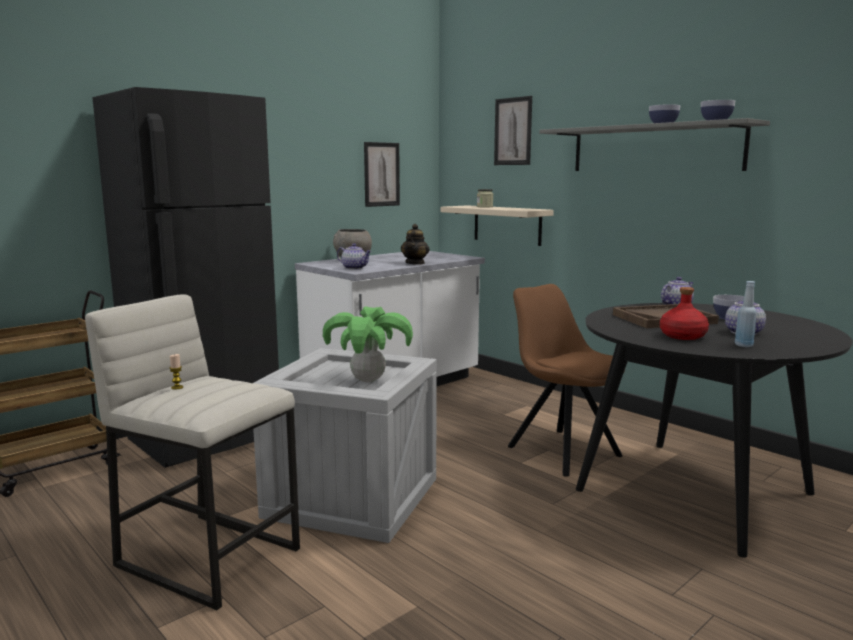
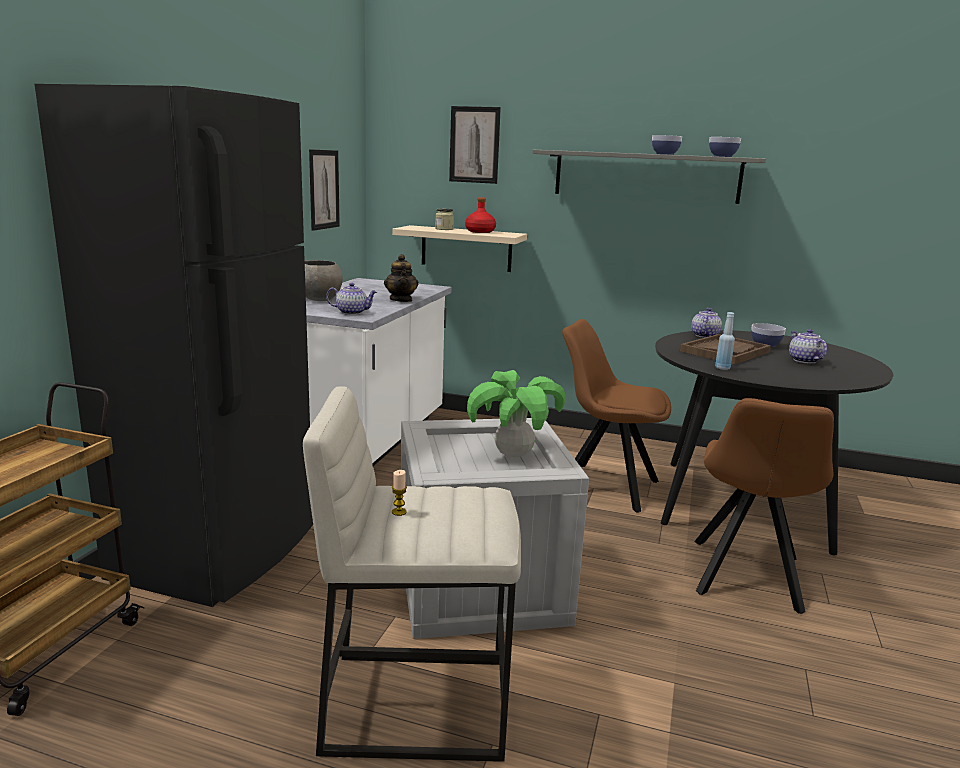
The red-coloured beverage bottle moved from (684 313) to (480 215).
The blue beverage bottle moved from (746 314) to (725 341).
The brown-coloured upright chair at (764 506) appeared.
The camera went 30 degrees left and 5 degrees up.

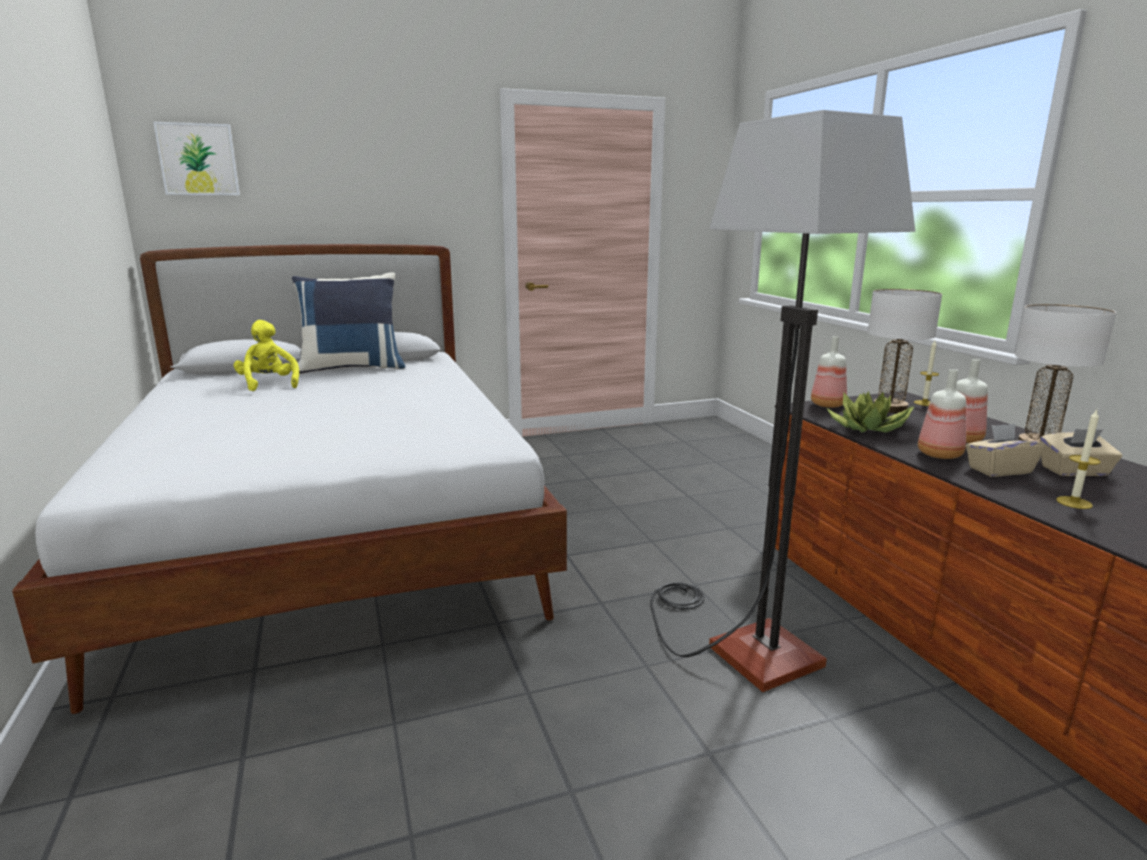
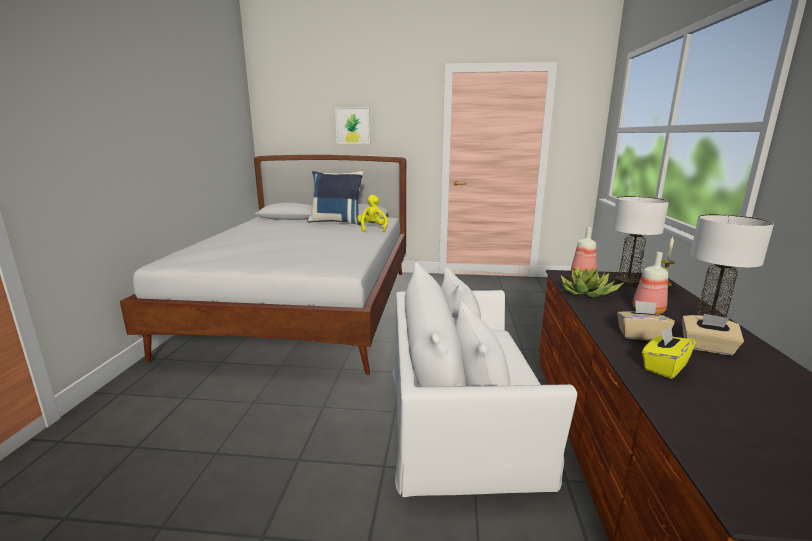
The wall art moved from (196 158) to (352 125).
The yellow cuddly toy moved from (266 355) to (372 213).
The floor lamp at (782 401) was replaced by the white-coloured easy chair at (485 379).
The beverage bottle at (942 414) disappeared.
The wax candle at (1078 459) was replaced by the yellow box of tissues at (669 352).
The camera went 25 degrees right and 0 degrees up.

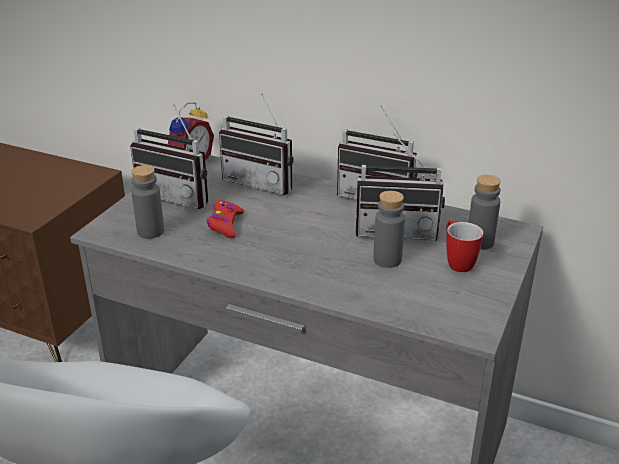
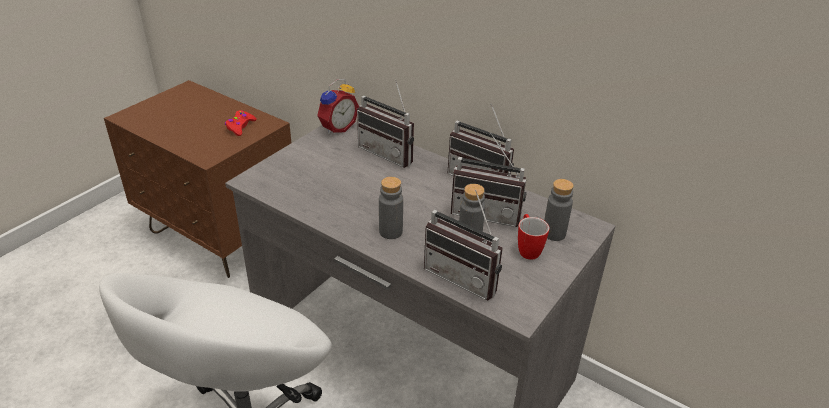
The radio receiver moved from (169 156) to (463 245).
The gray beverage bottle moved from (147 202) to (391 208).
The red-coloured joypad moved from (225 219) to (241 123).
The camera went 10 degrees right and 5 degrees up.

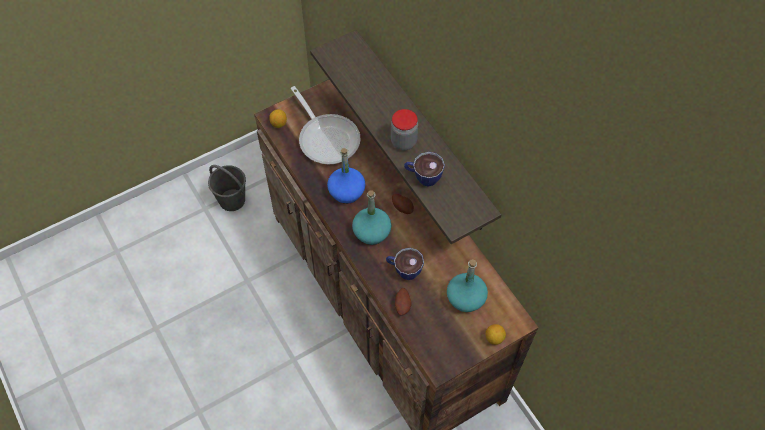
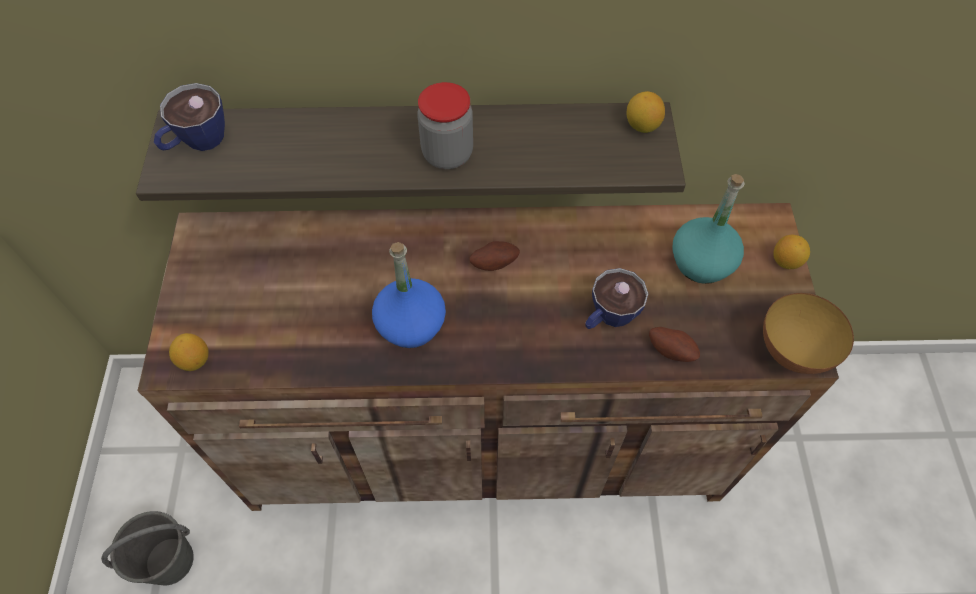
The pan at (325 125) disappeared.
The blue-green beverage bottle at (371 218) disappeared.
The small cup moved from (424 169) to (189 117).
The citrus fruit at (645 112) appeared.
The bowl at (808 333) appeared.
The camera went 60 degrees left and 0 degrees up.

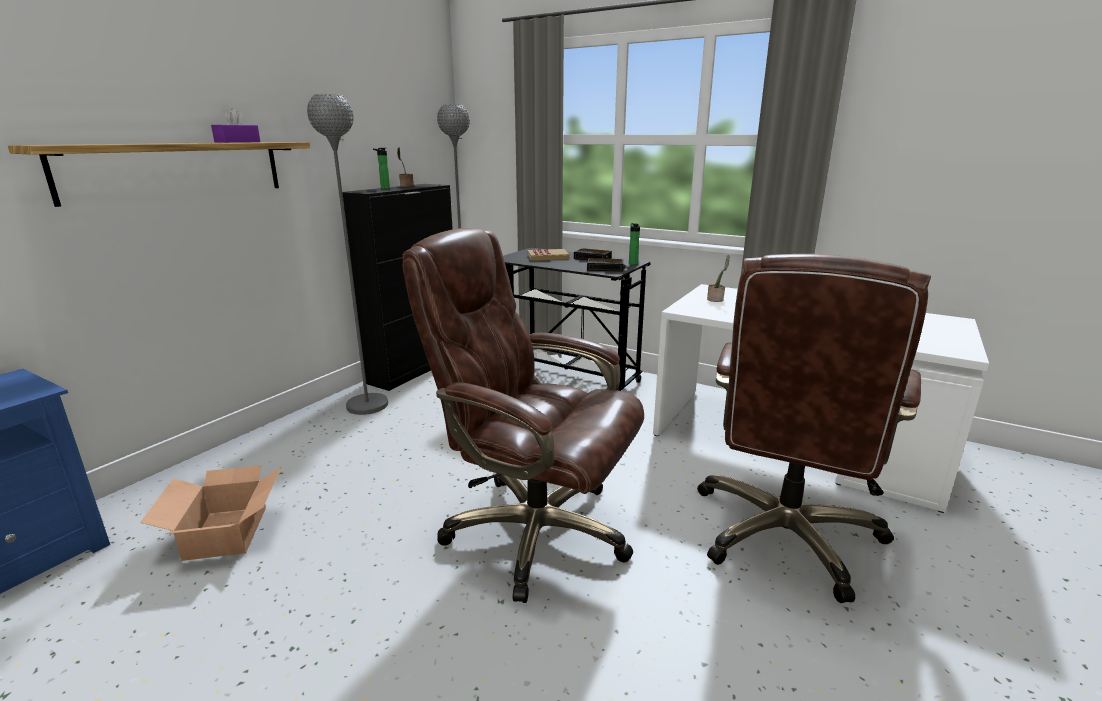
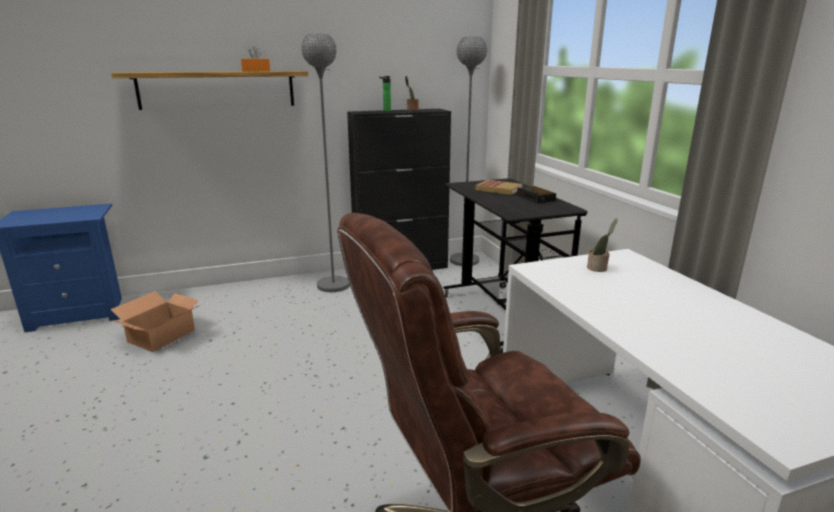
The purple box of tissues at (235 125) became the orangey box of tissues at (255 58).
The brown-coloured desk chair at (523 415) disappeared.
The table clock at (606 265) disappeared.
The beverage bottle at (634 244) disappeared.
The camera went 40 degrees right and 0 degrees up.

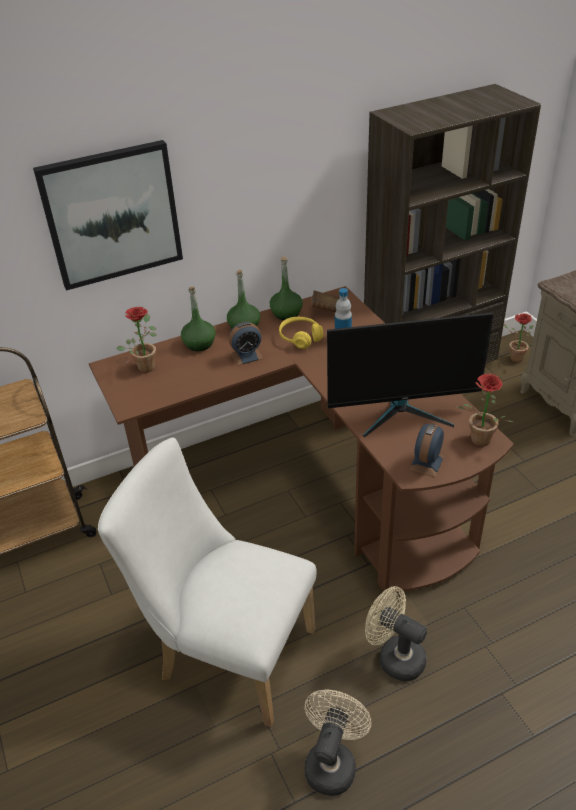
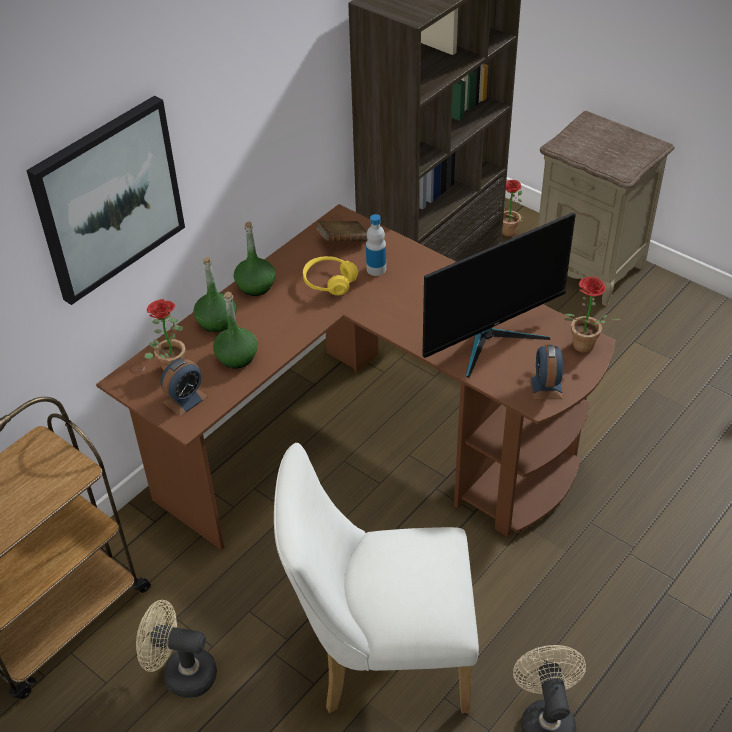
The table clock moved from (246 344) to (184 388).
The green-coloured beverage bottle moved from (286 288) to (235 330).
The beige electric fan moved from (396 633) to (176 649).
The camera went 25 degrees left and 5 degrees up.

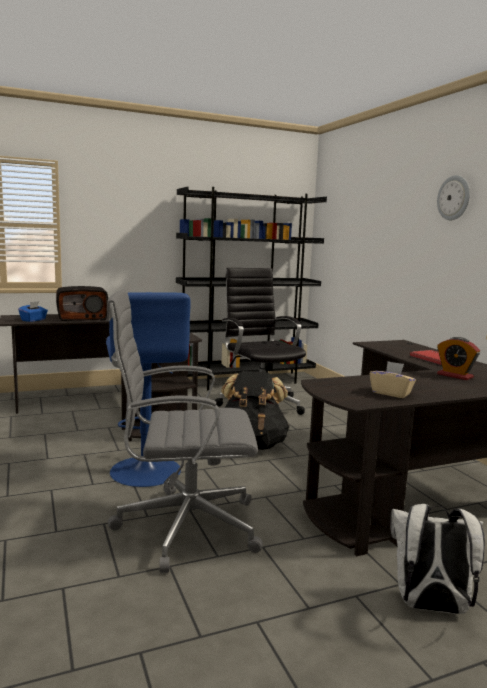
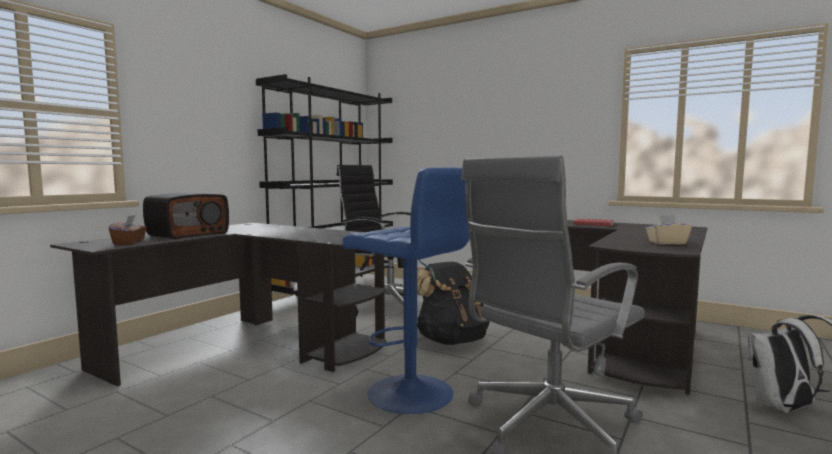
The blue box of tissues at (33 311) became the brown-coloured box of tissues at (128 230).
The wall clock at (453 197) disappeared.
The table clock at (458 358) disappeared.
The camera went 35 degrees left and 5 degrees down.

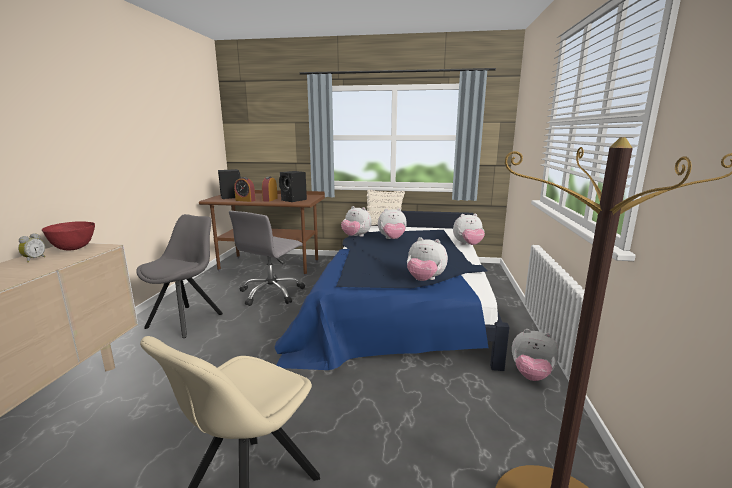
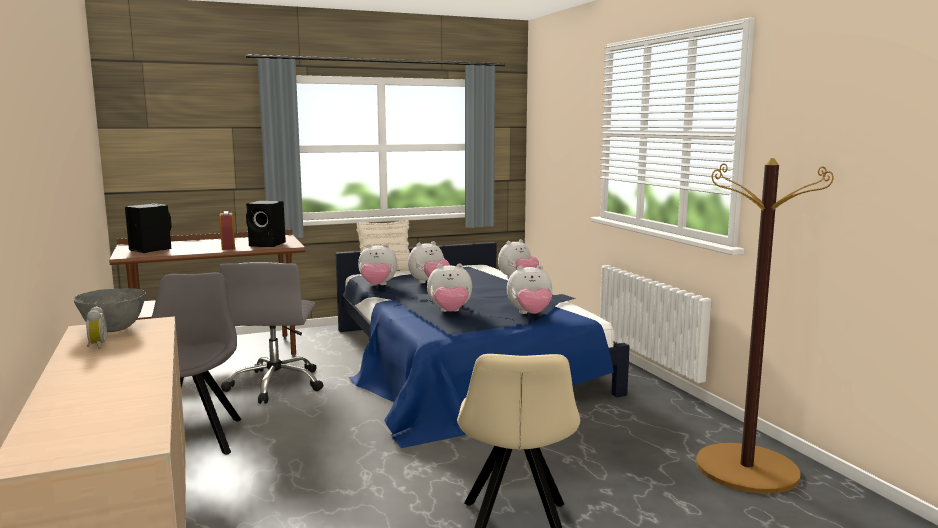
The red-coloured bowl at (68 236) became the gray bowl at (110 310).
The table clock at (245 189) disappeared.
The cuddly toy moved from (535 355) to (449 288).
The camera went 30 degrees left and 5 degrees down.

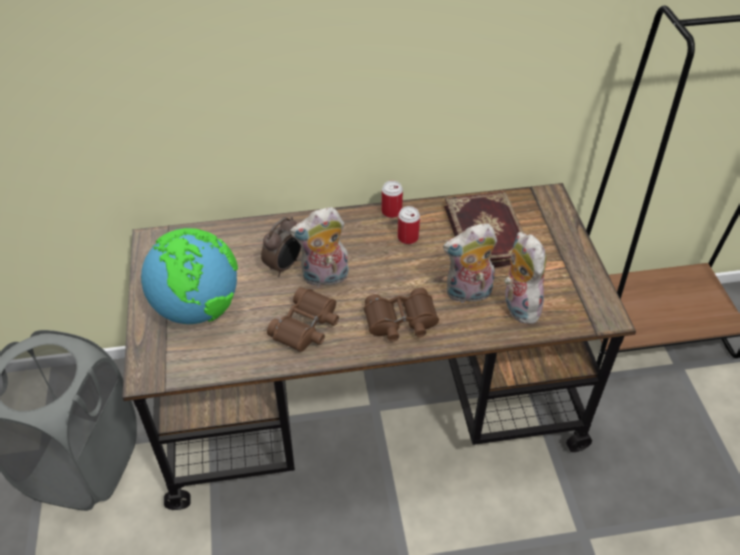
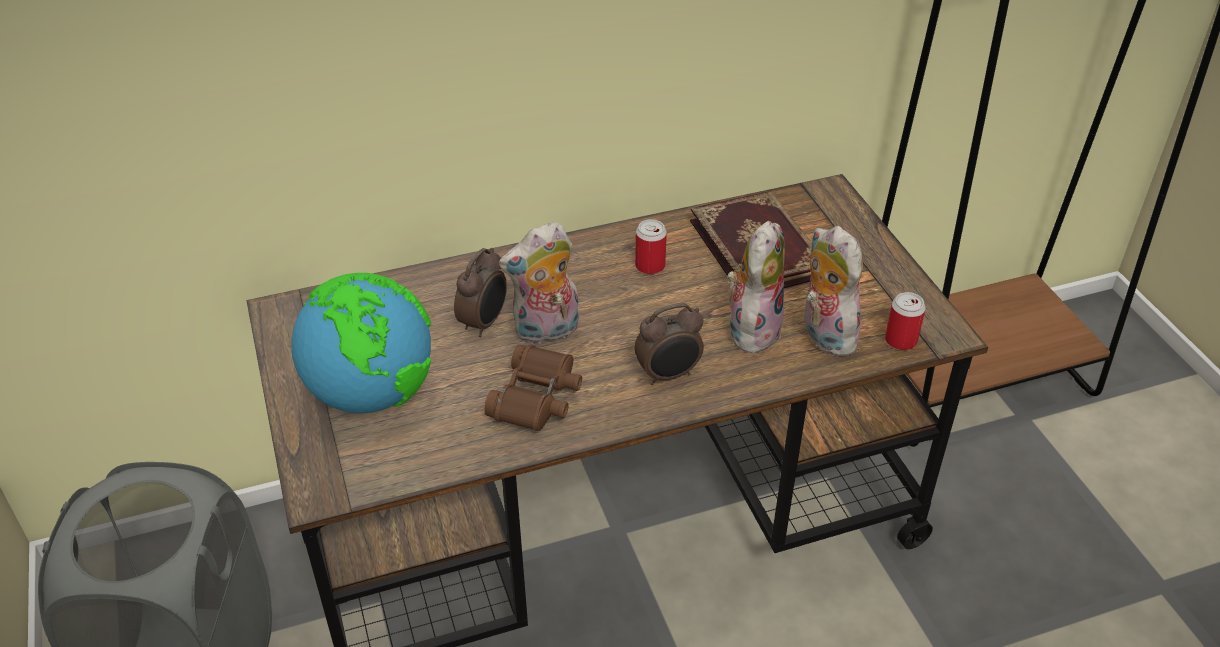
The brown-coloured binoculars at (401 315) was replaced by the table clock at (669 344).
The metal can moved from (392 199) to (905 321).
The cuddly toy at (470 263) turned 135 degrees clockwise.
The camera went 10 degrees left and 5 degrees down.

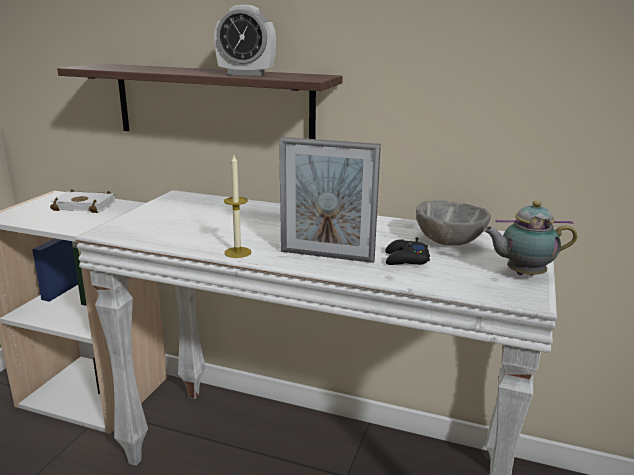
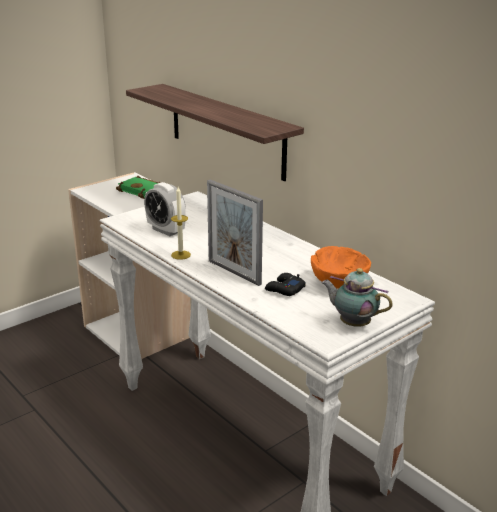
The white-coloured volume at (82 201) became the green-coloured volume at (138 187).
The table clock moved from (245 40) to (165 209).
The gray bowl at (453 223) became the orangey bowl at (341 267).
The camera went 30 degrees right and 5 degrees up.

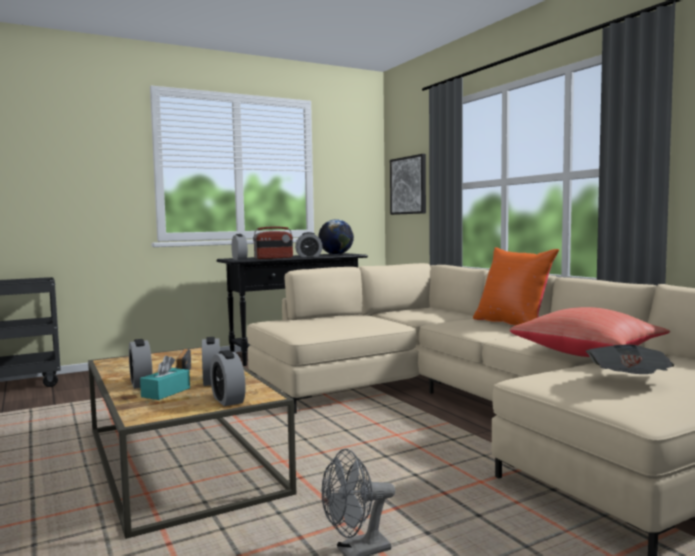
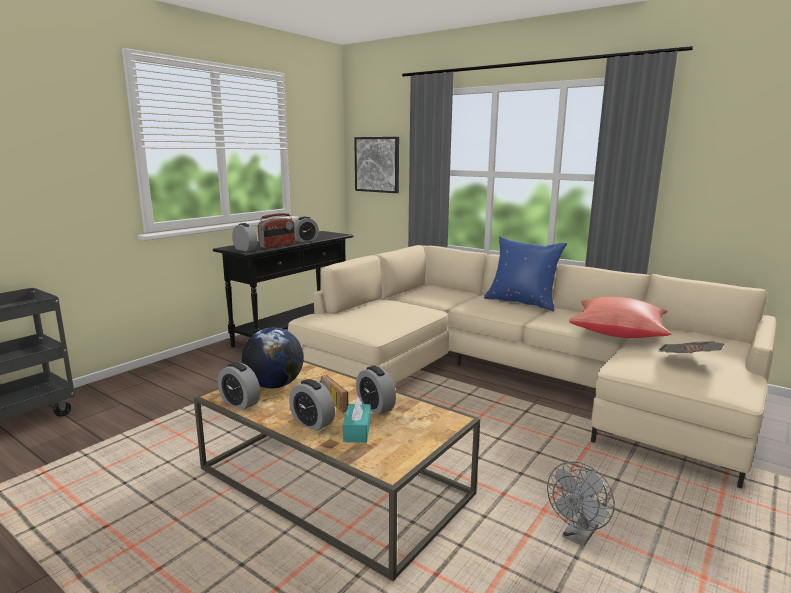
The table clock moved from (228 378) to (239 386).
The world globe moved from (336 237) to (273 358).
The orangey pillow at (516 286) became the blue pillow at (525 273).
The camera went 25 degrees left and 10 degrees up.

